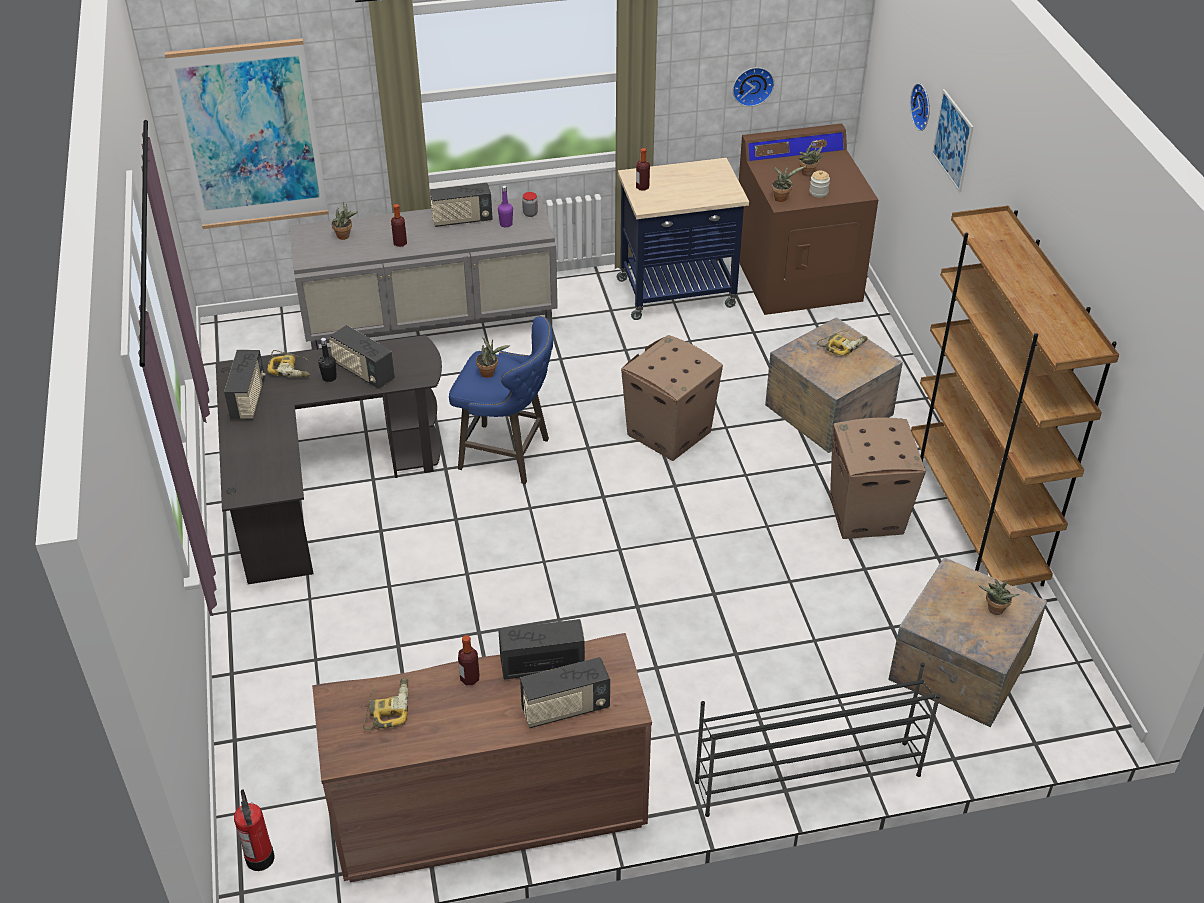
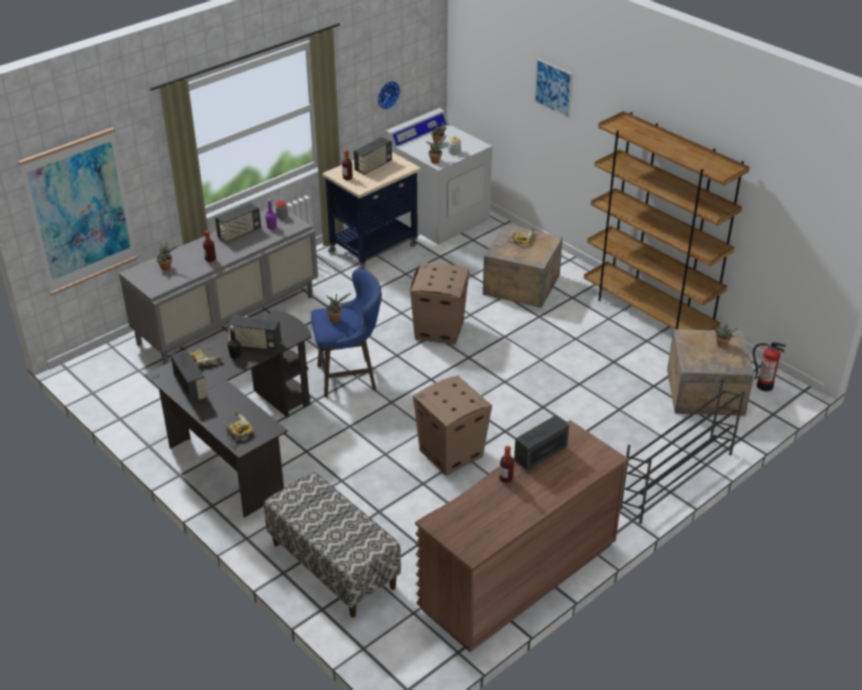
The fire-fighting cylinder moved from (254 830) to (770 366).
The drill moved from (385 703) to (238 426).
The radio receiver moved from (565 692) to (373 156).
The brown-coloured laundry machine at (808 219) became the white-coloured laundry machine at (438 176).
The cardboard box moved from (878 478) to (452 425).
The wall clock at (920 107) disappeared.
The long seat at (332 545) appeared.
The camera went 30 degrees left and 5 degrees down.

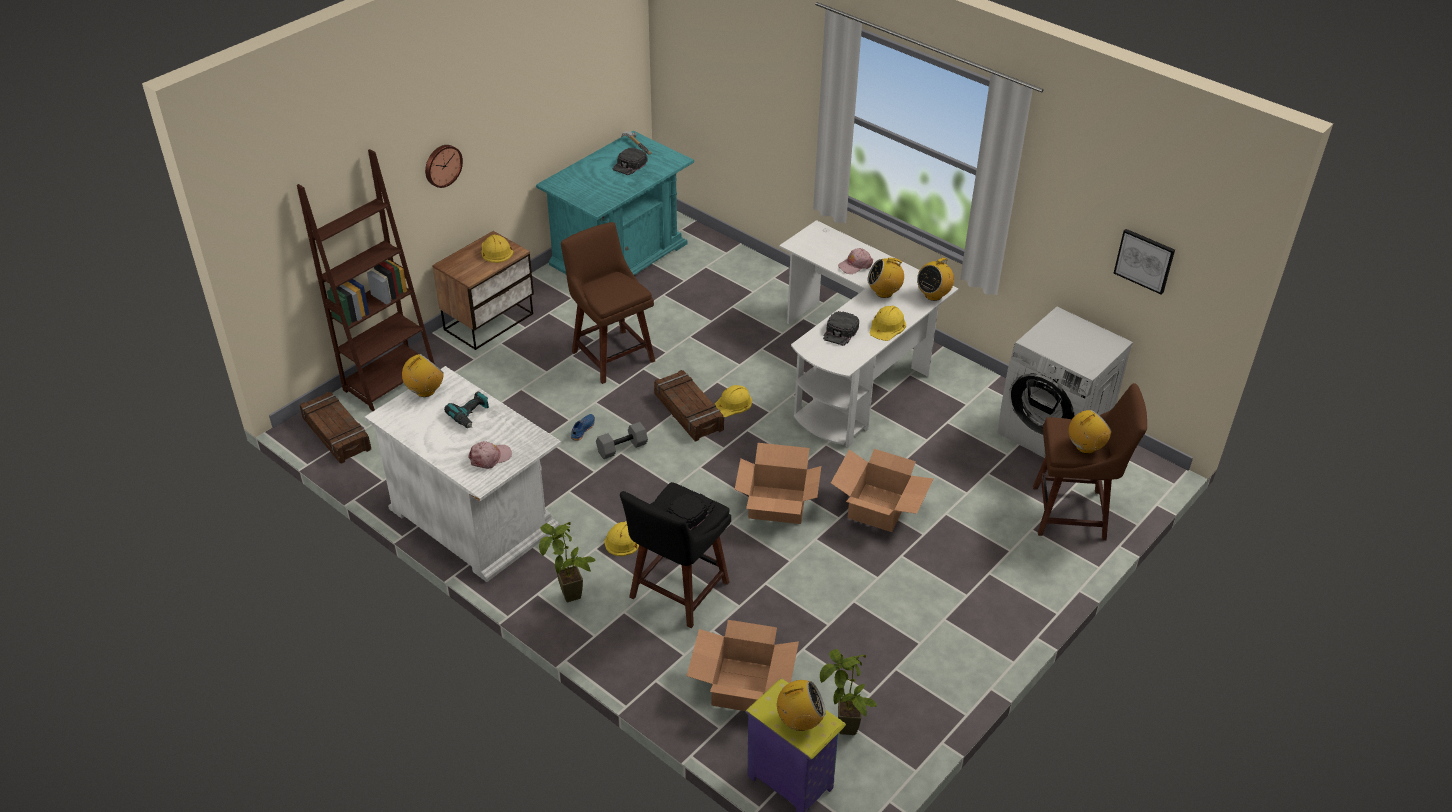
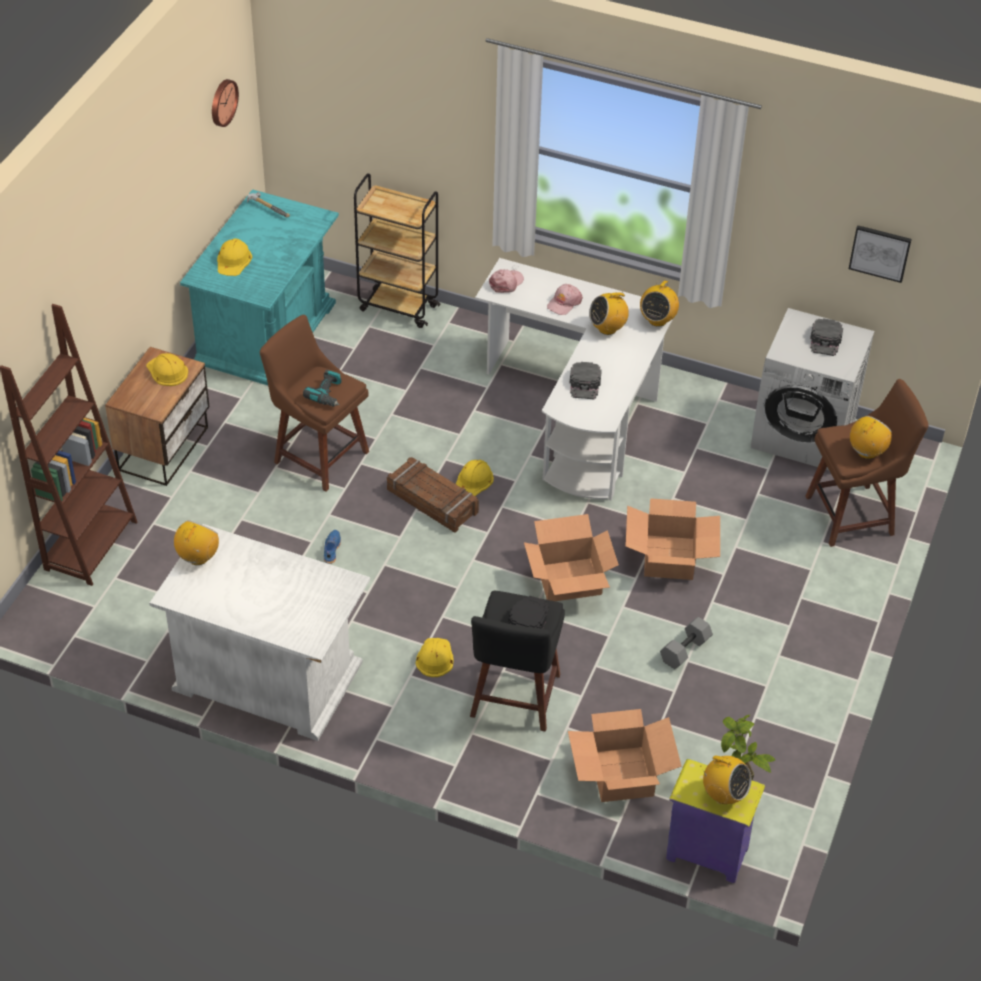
The shipping crate at (335 428) disappeared.
The wall clock moved from (444 166) to (225 103).
The drill moved from (466 409) to (322 388).
The pink-coloured baseball cap moved from (490 455) to (506 281).
The plant in a pot at (567 562) disappeared.
The gray hand weight moved from (622 440) to (686 643).
The blackish baseball cap moved from (630 161) to (826 337).
The radio receiver at (801 705) turned 60 degrees clockwise.
The yellow hard hat moved from (888 323) to (234 257).
The brown-coloured trolley at (397 250) appeared.
The camera went 20 degrees left and 5 degrees up.

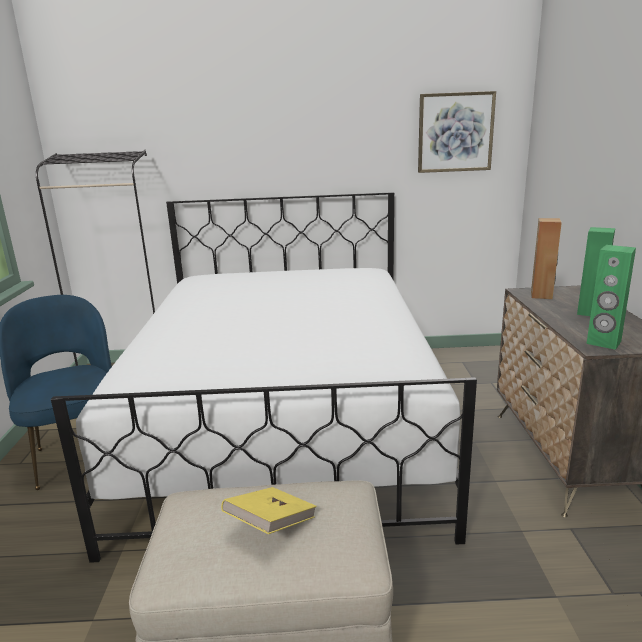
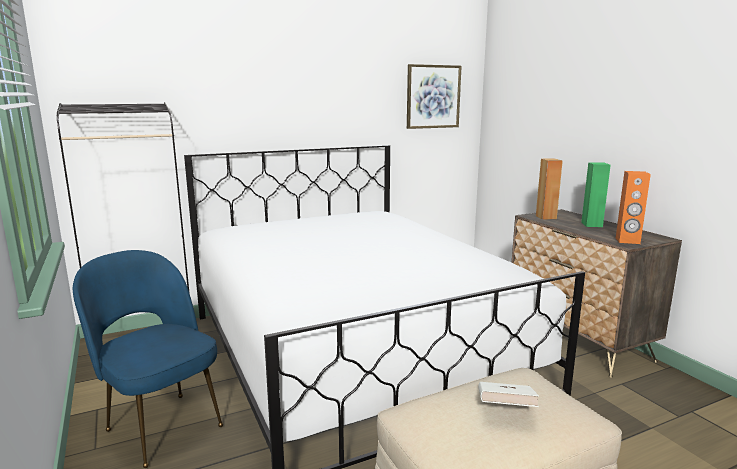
The yellow volume at (269 510) became the white-coloured volume at (508 394).
The green-coloured speaker at (611 297) became the orangey speaker at (633 207).
The camera went 25 degrees left and 5 degrees down.

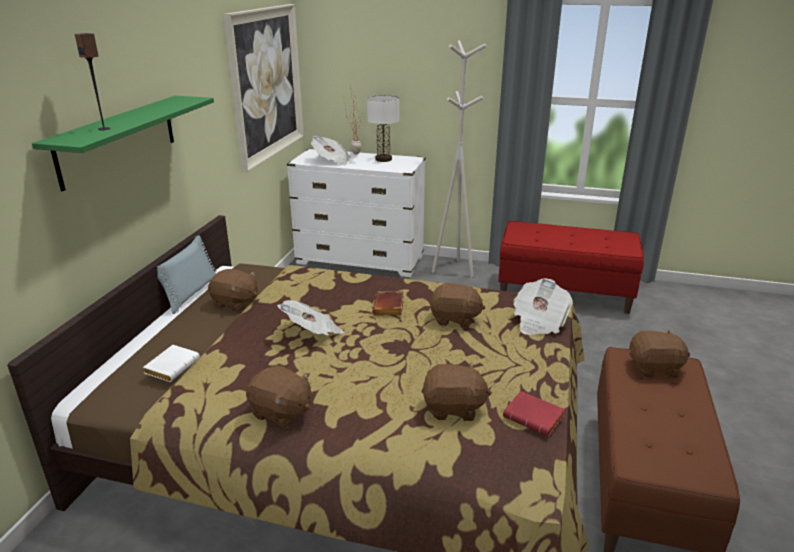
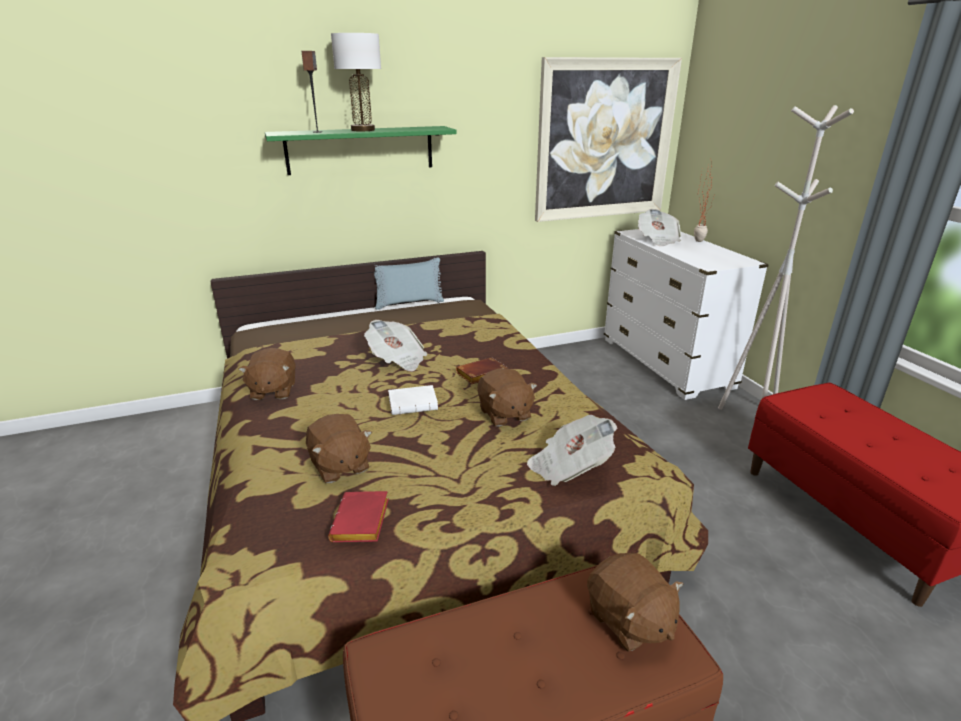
The white-coloured volume moved from (171 363) to (413 400).
The brown-coloured cuddly toy at (233 290) disappeared.
The tabletop lamp moved from (383 128) to (356 82).
The camera went 55 degrees right and 0 degrees up.

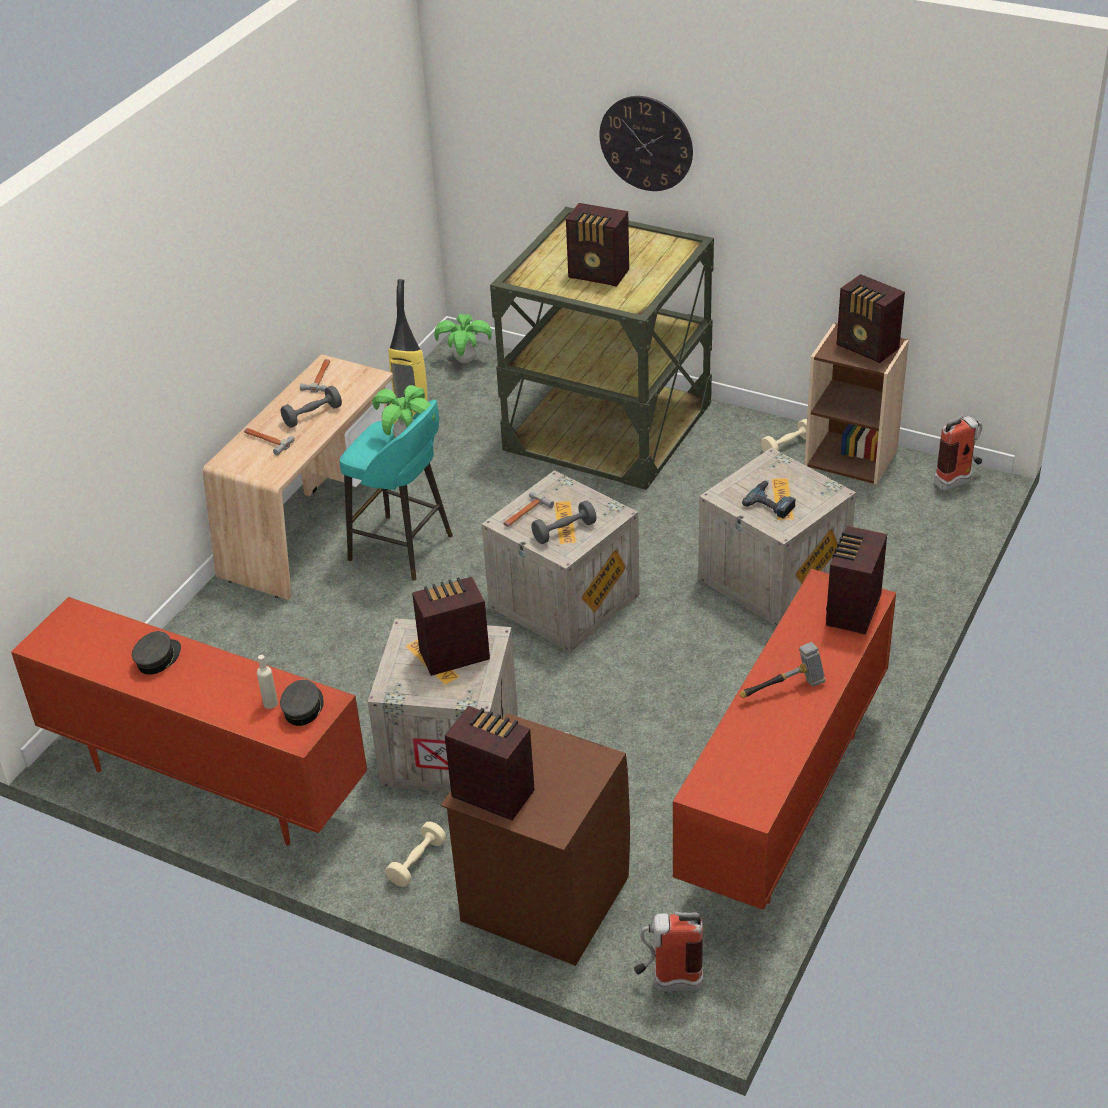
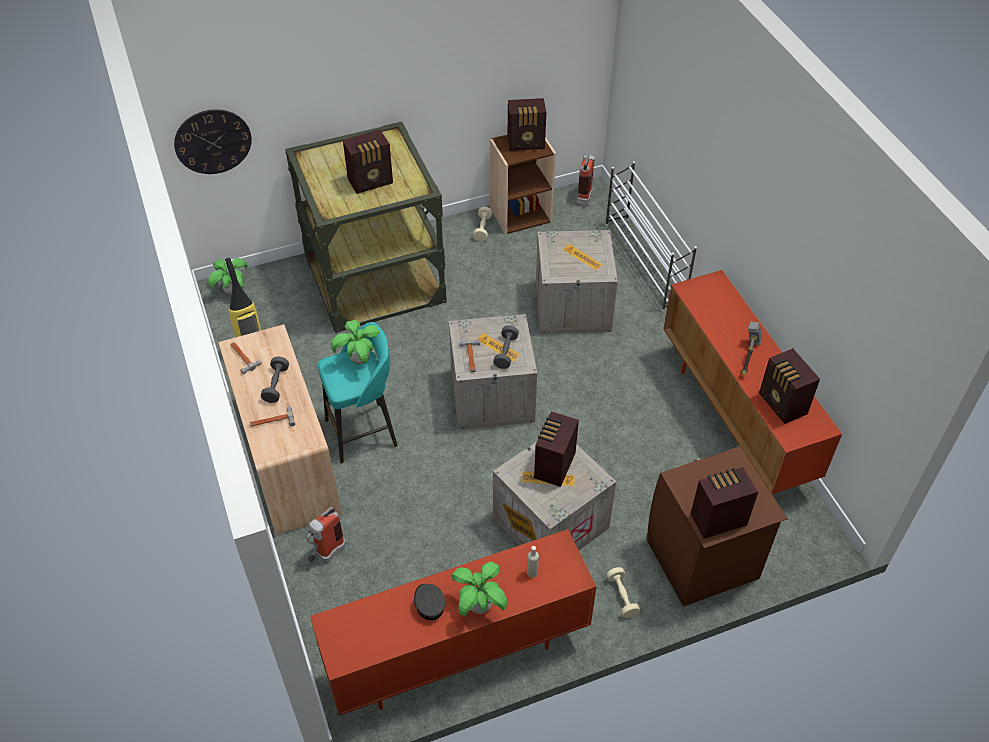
The gray baseball cap at (302 703) disappeared.
The wall clock moved from (646 143) to (213 141).
The fire-fighting cylinder moved from (668 951) to (326 535).
The drill at (769 499) disappeared.
The radio receiver moved from (856 580) to (789 386).
The plant in a pot at (480 588) appeared.
The white-coloured shoe shelf at (651 236) appeared.
The camera went 50 degrees left and 10 degrees up.

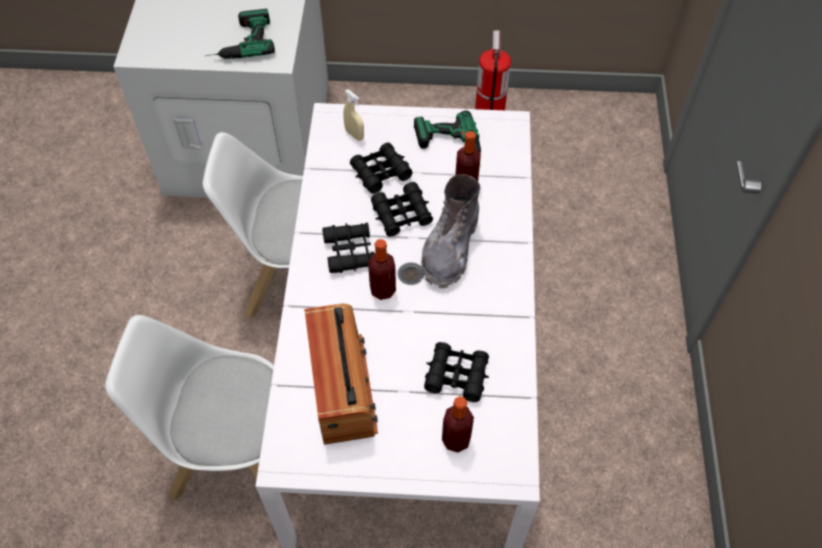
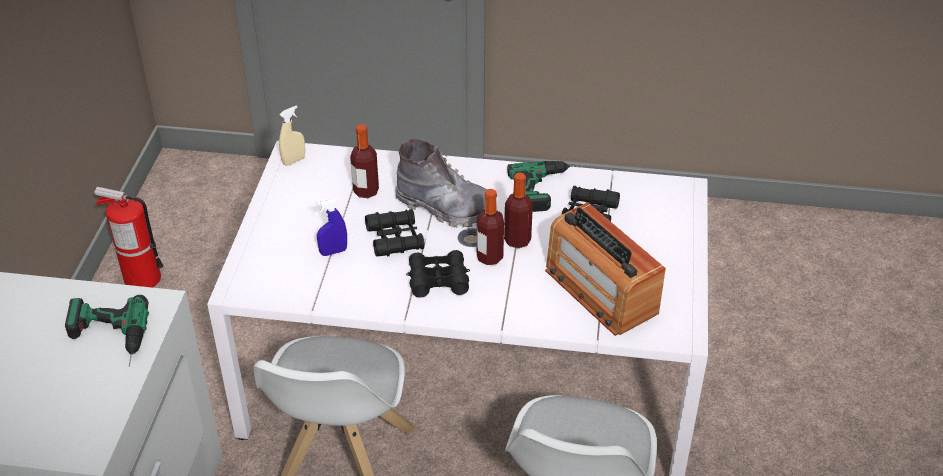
The radio receiver at (341 374) turned 120 degrees counterclockwise.
The beige spray bottle moved from (353 115) to (292 136).
The blackish binoculars at (381 168) was replaced by the blue spray bottle at (332 227).
The drill moved from (447 138) to (545 186).
The beverage bottle moved from (458 424) to (518 210).
The camera went 85 degrees left and 15 degrees down.

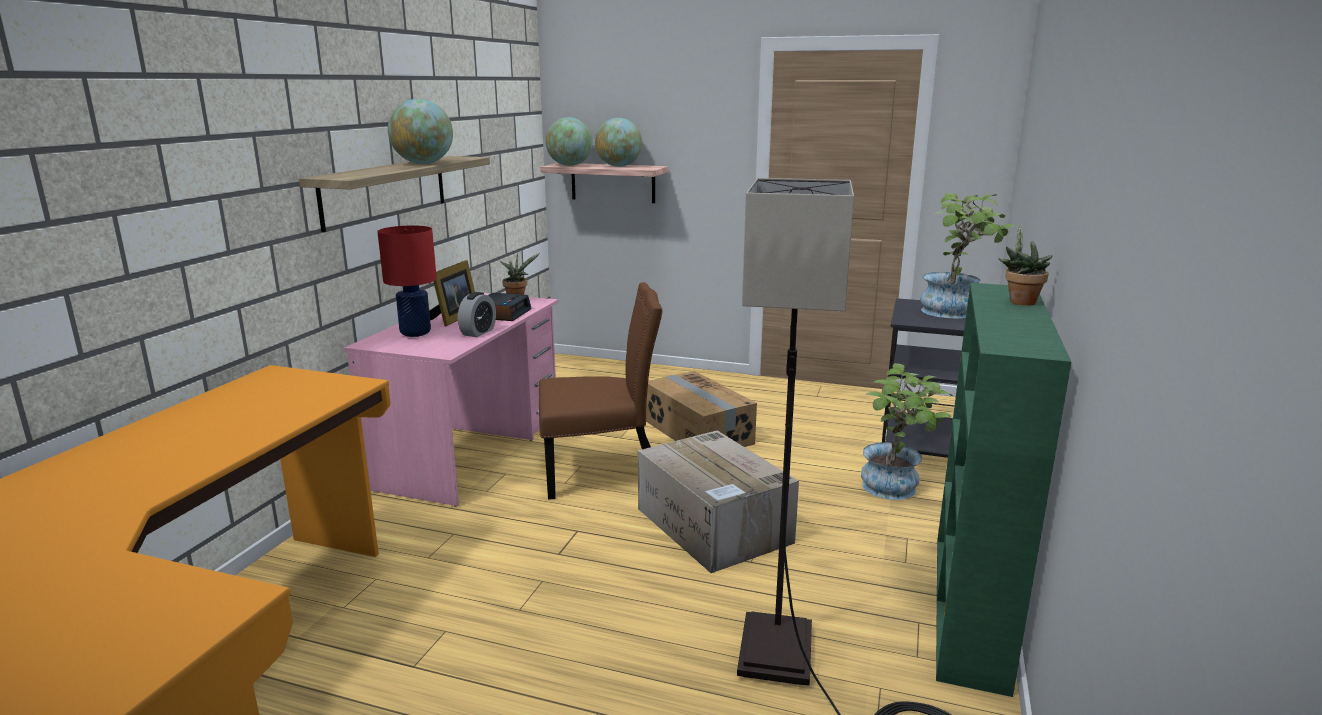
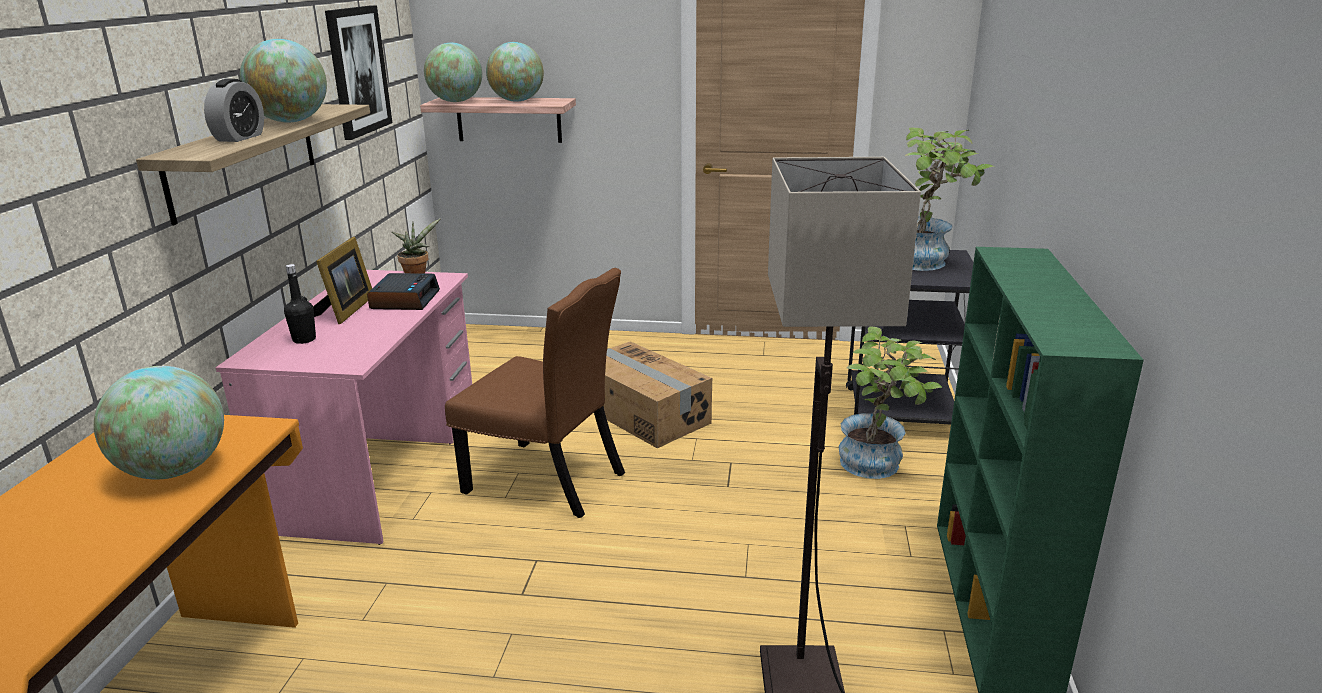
The red-coloured tabletop lamp at (407 281) was replaced by the blackish beverage bottle at (300 304).
The table clock moved from (477 314) to (234 110).
The brown-coloured upright chair at (600 391) turned 45 degrees clockwise.
The cardboard box at (718 501) disappeared.
The plant in a pot at (1026 265) disappeared.
The world globe at (159 423) appeared.
The wall art at (358 72) appeared.
The camera went 10 degrees left and 5 degrees up.

